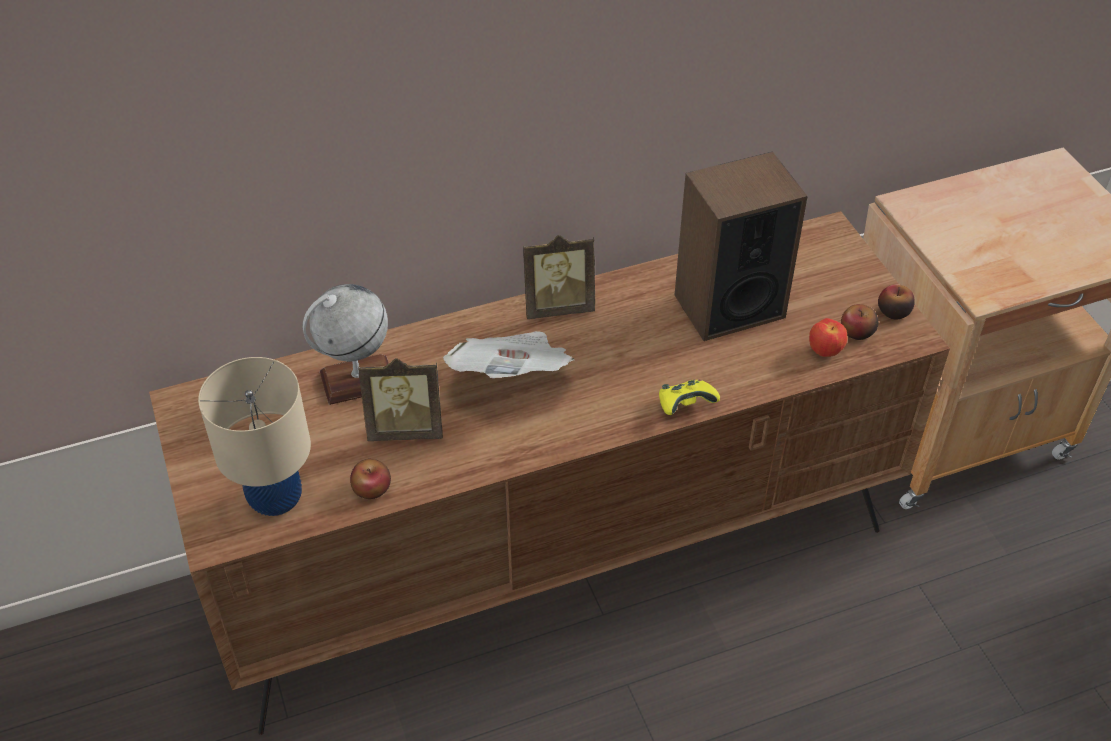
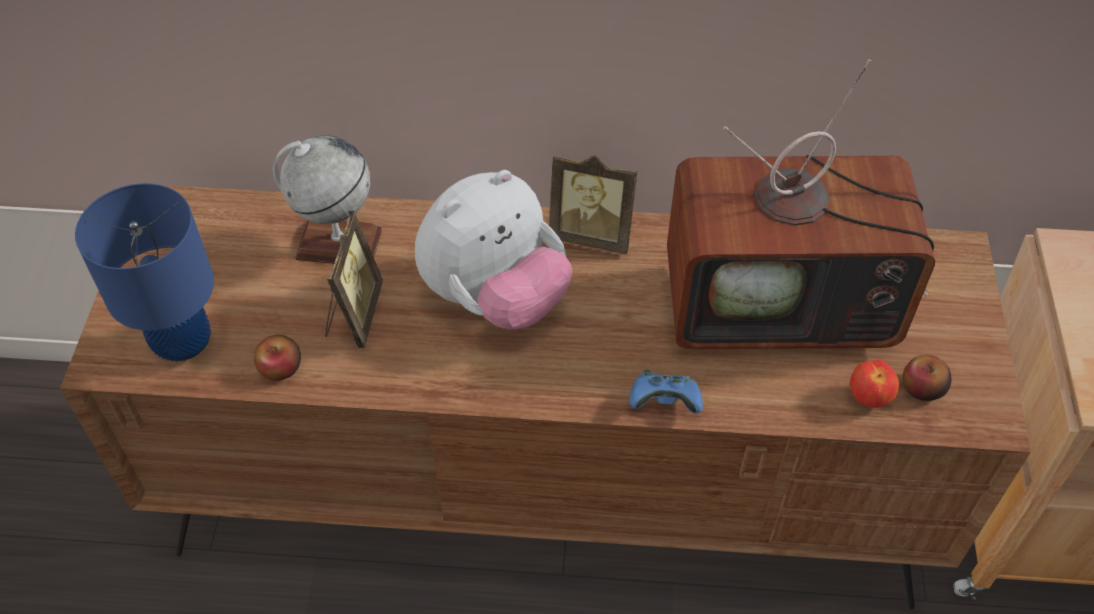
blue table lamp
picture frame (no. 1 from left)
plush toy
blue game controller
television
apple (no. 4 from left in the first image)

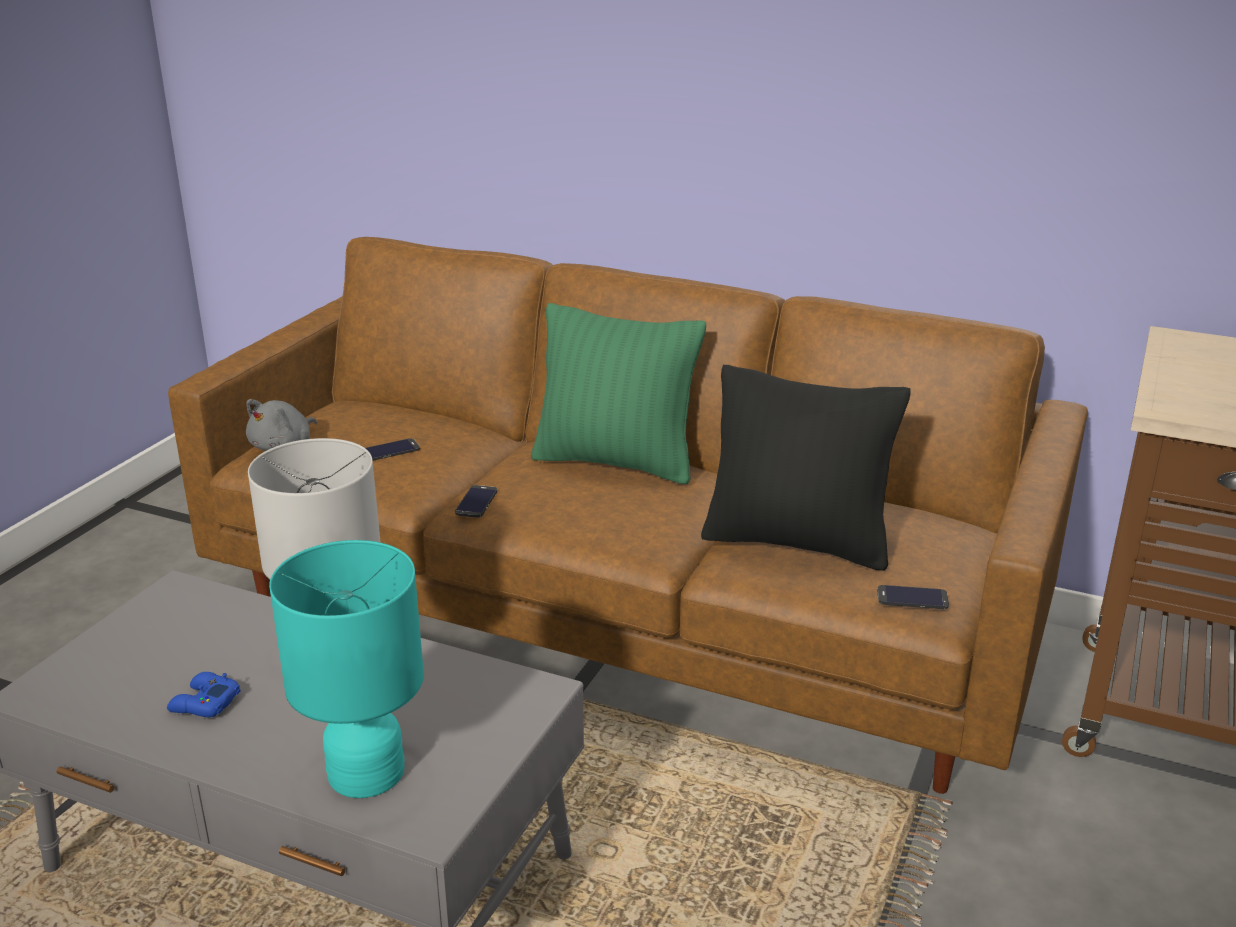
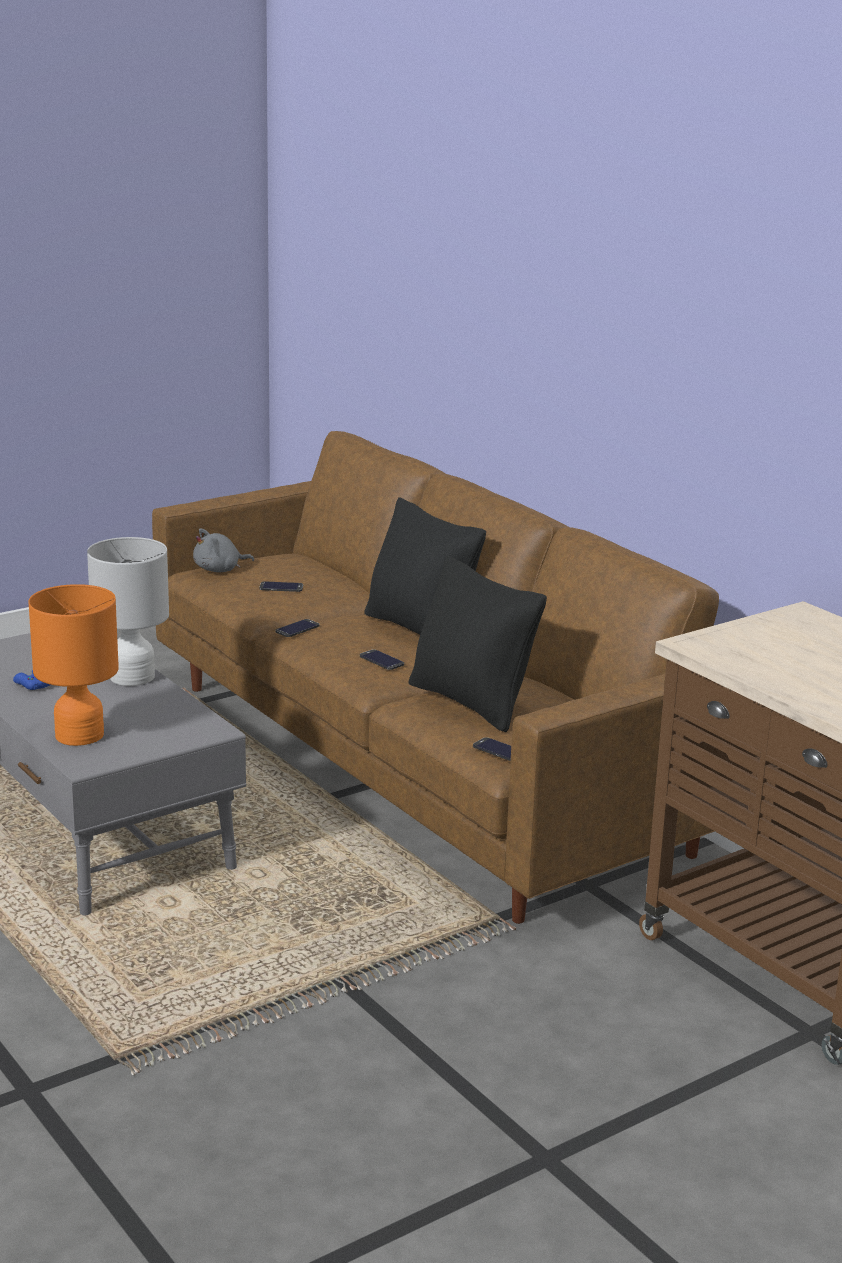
orange table lamp
phone (no. 3 from left)
black pillow (no. 1 from left)

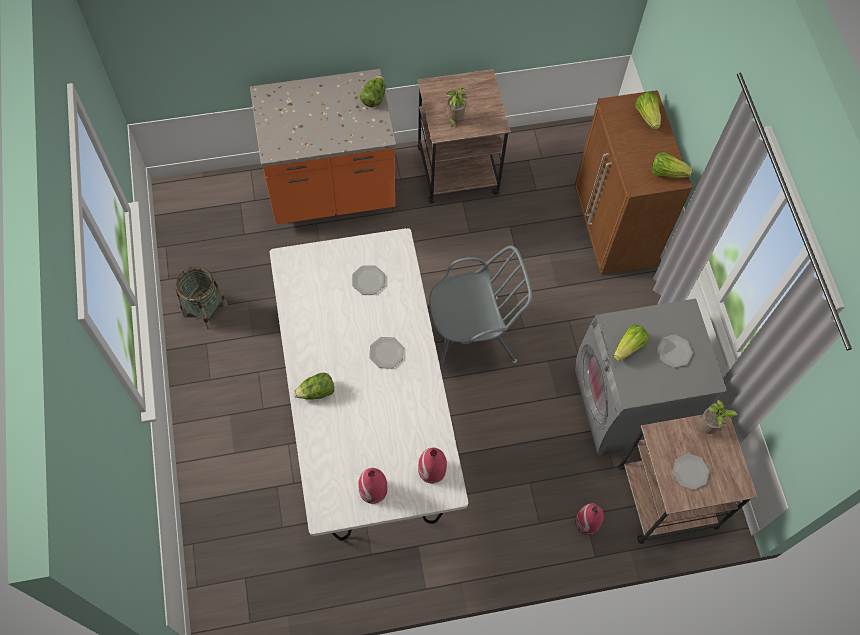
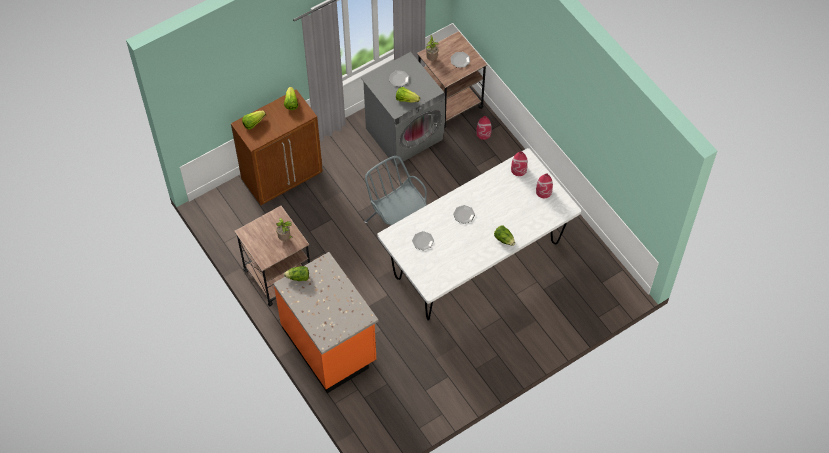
basket

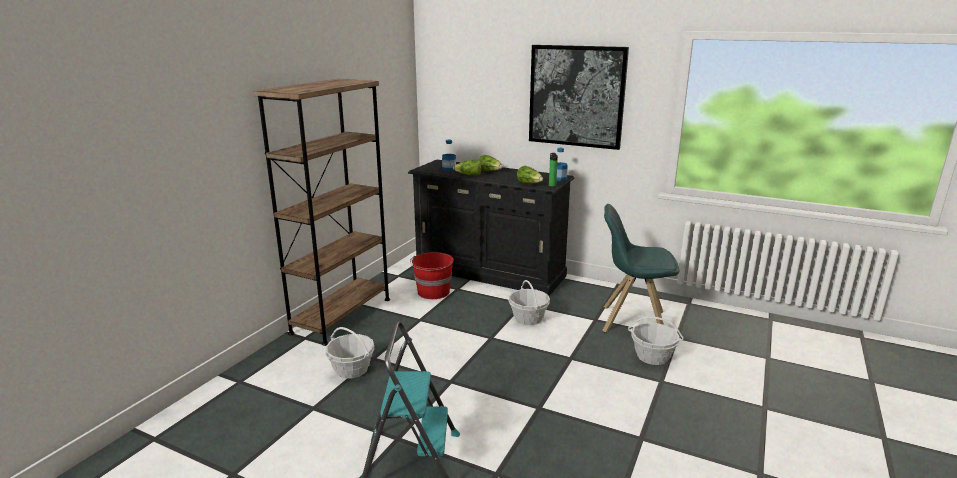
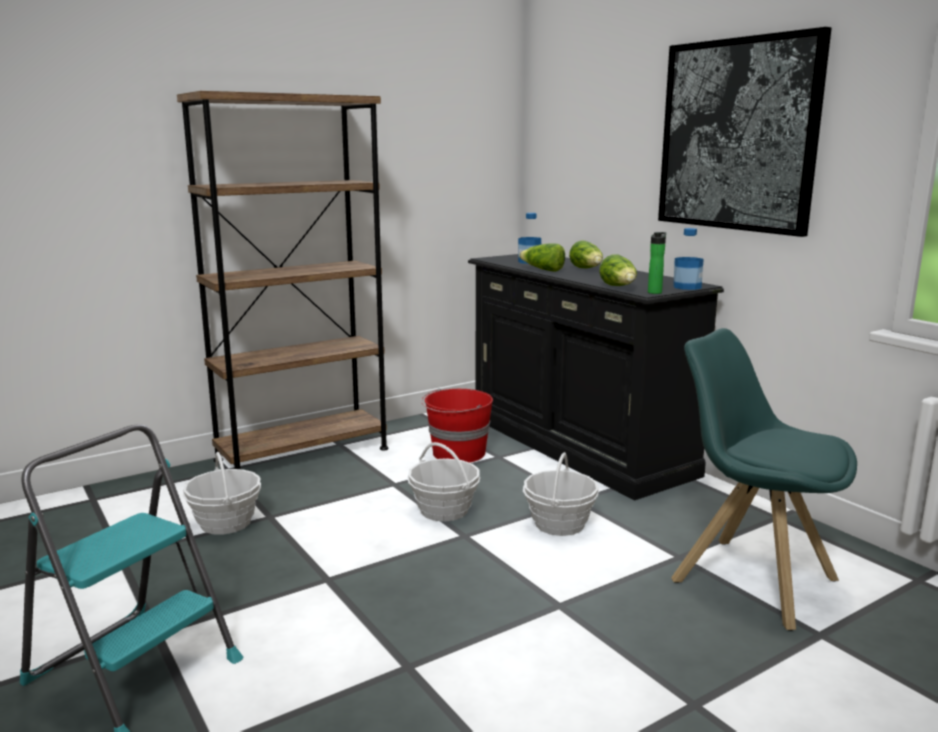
basket (no. 2 from left)

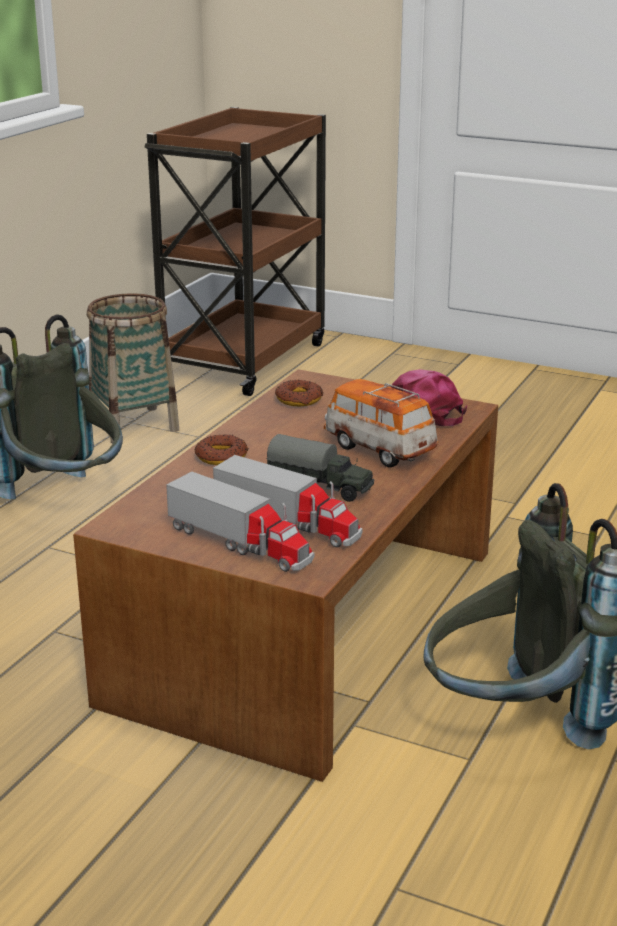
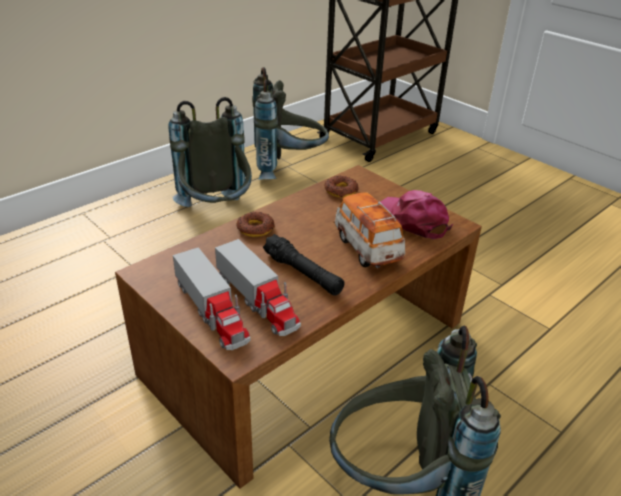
grey backpack (no. 2 from left)
black flashlight

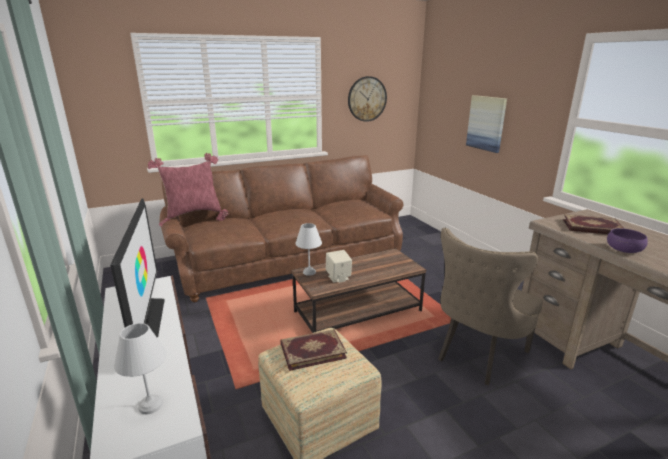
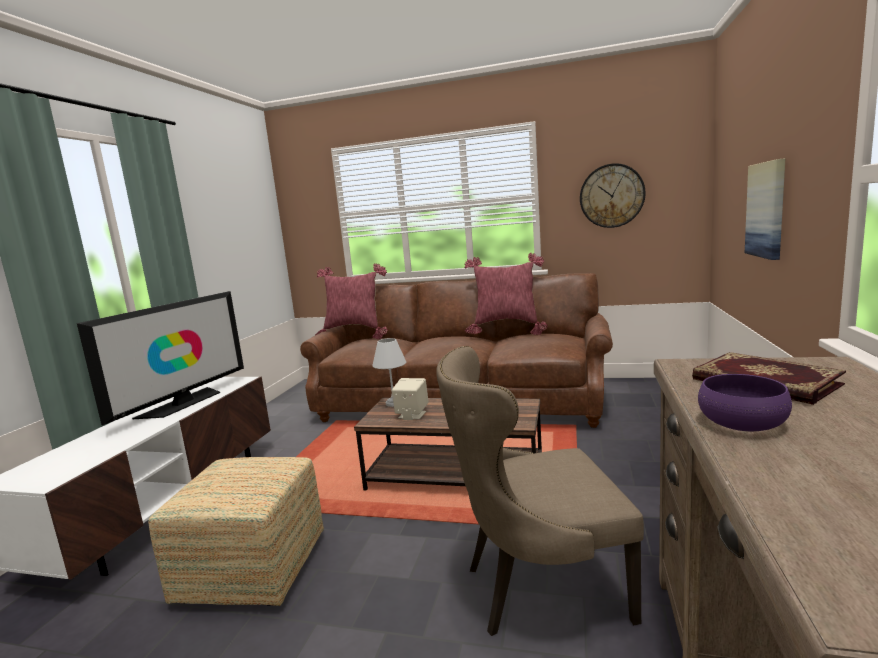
red pillow (no. 2 from left)
white table lamp (no. 1 from left in the first image)
book (no. 1 from left in the first image)

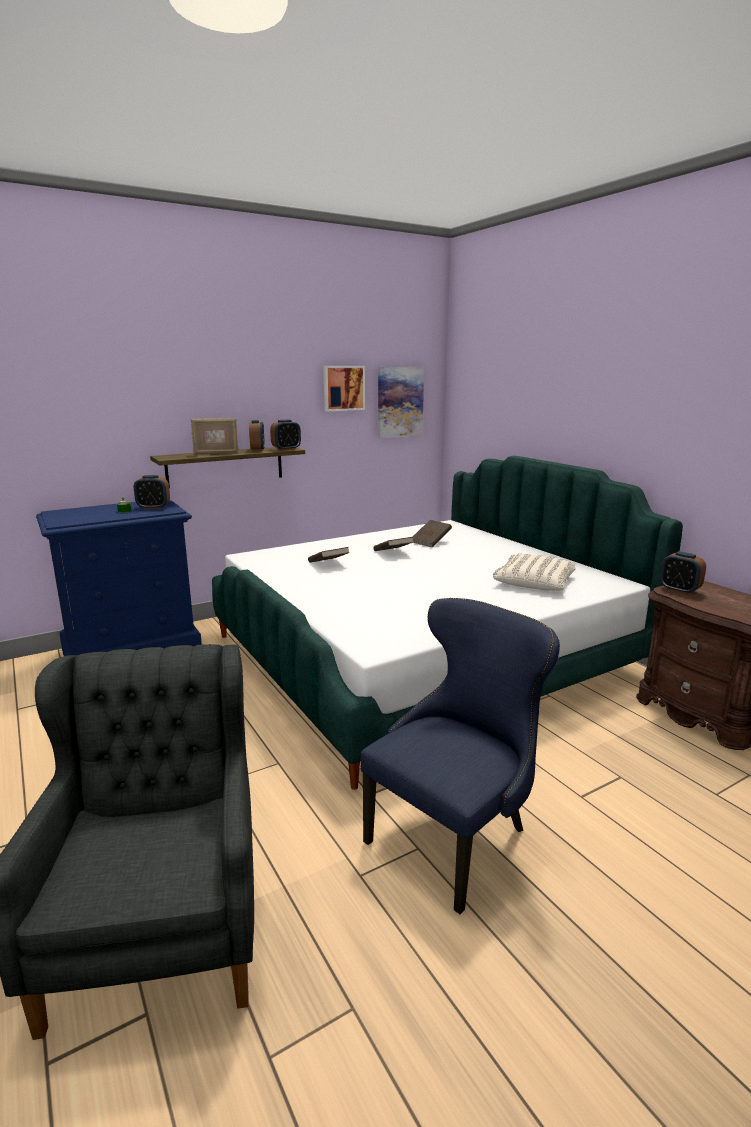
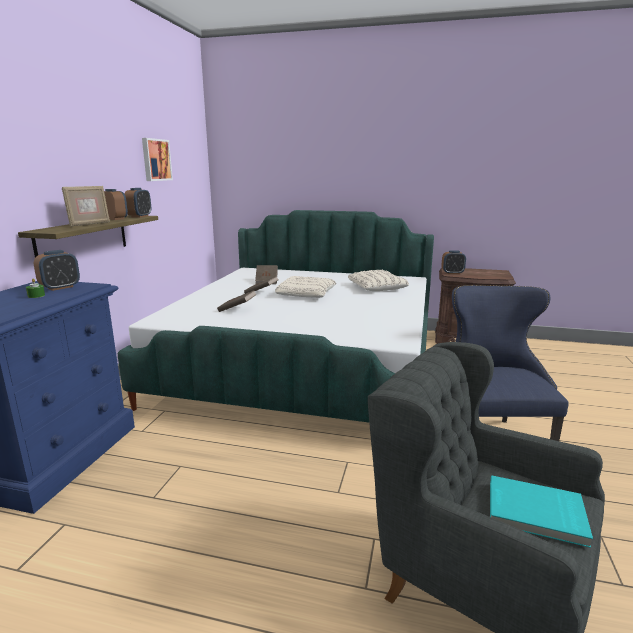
beige pillow (no. 1 from left)
turquoise book
picture (no. 2 from left in the first image)

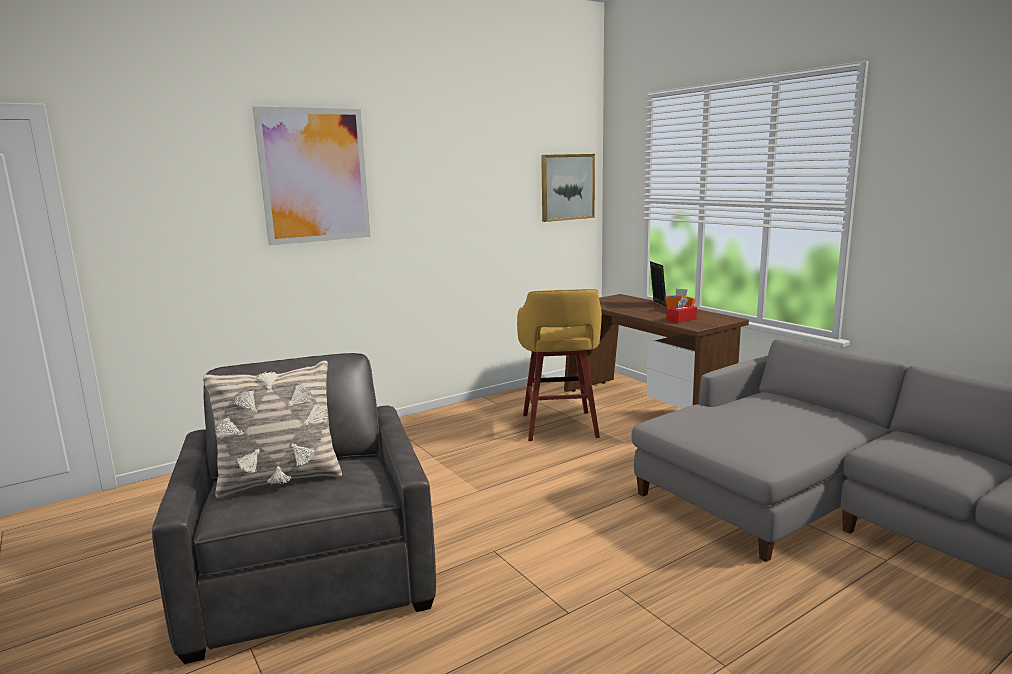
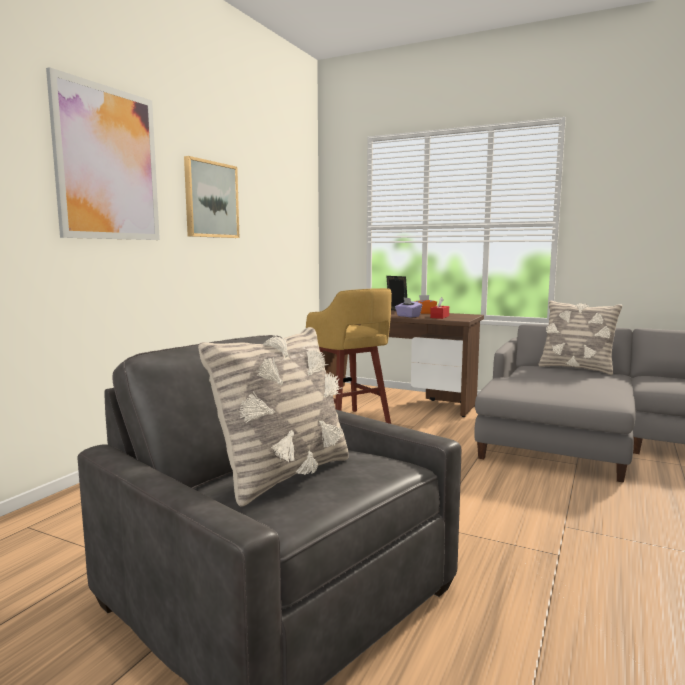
picture (no. 2 from left)
purple tissue box
beige pillow (no. 2 from left)

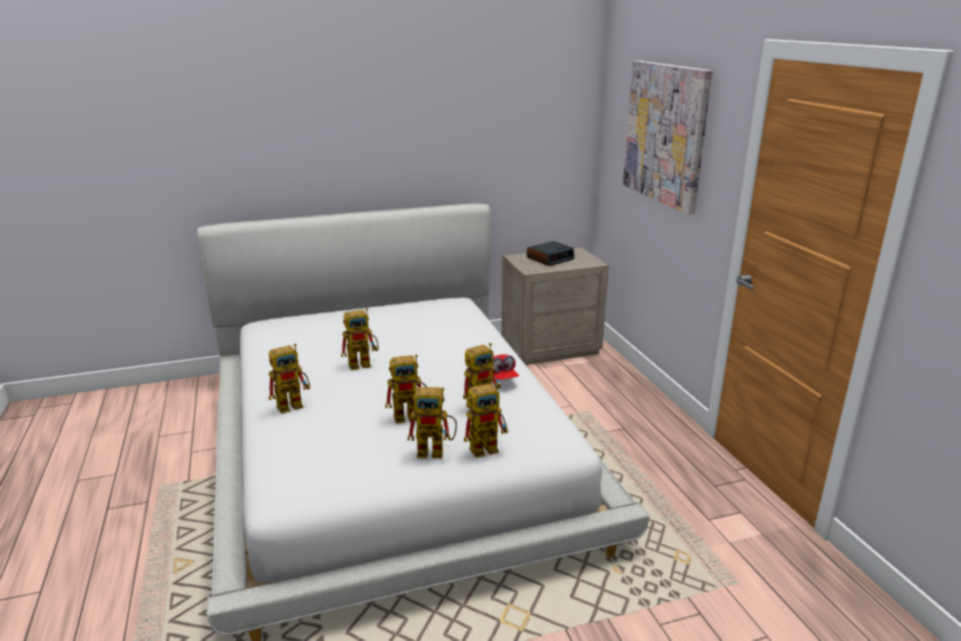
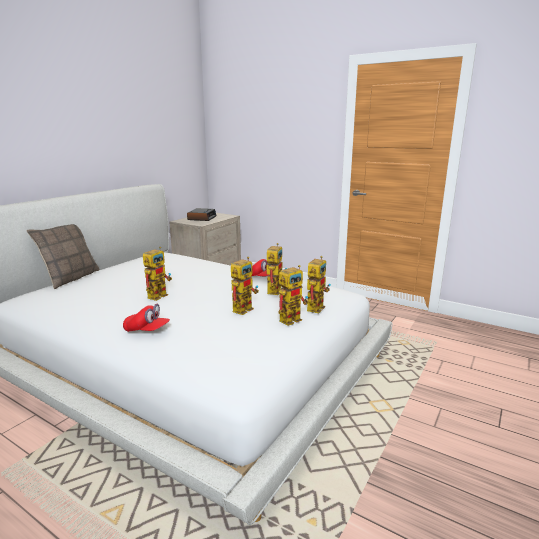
pillow
red cap (no. 1 from left)
picture

